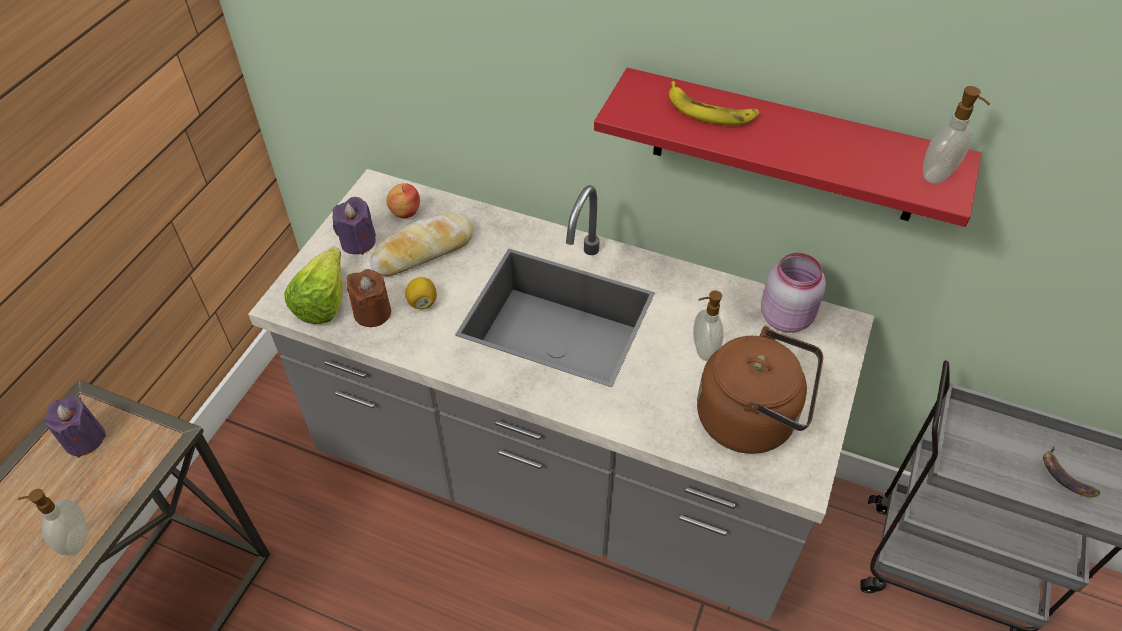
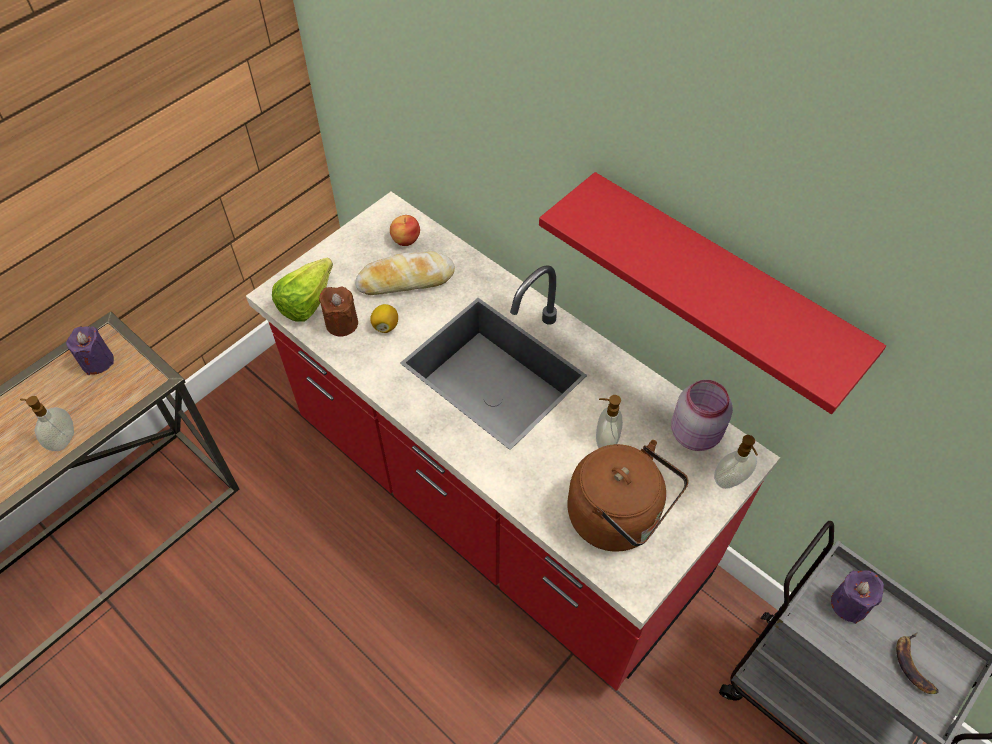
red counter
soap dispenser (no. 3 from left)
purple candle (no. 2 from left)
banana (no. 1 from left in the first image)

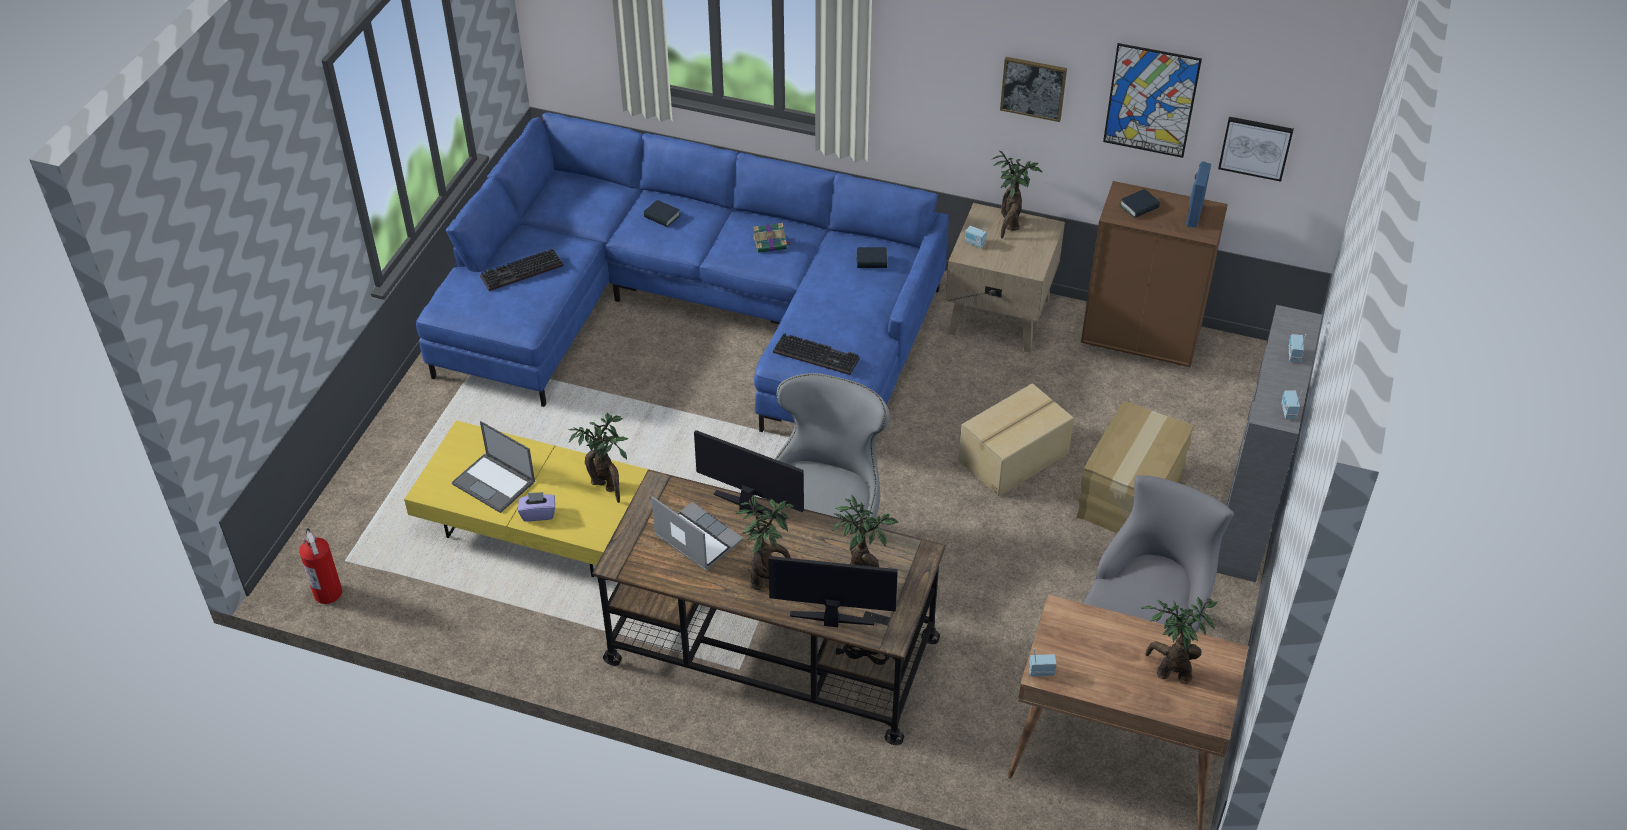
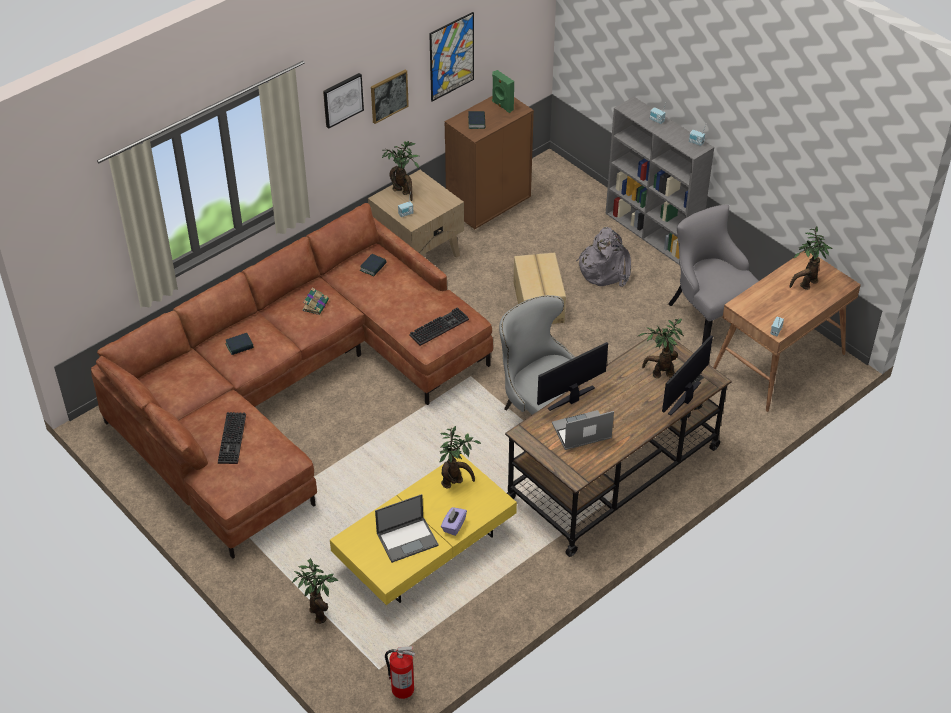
brown sofa
potted plant (no. 1 from left)
picture (no. 1 from left)
green speaker
grey backpack

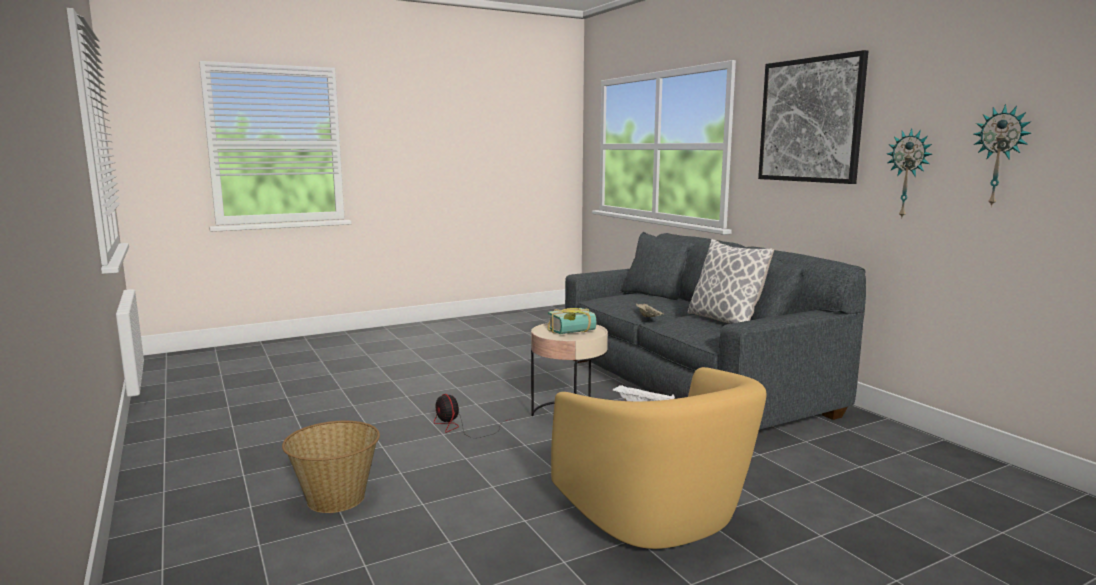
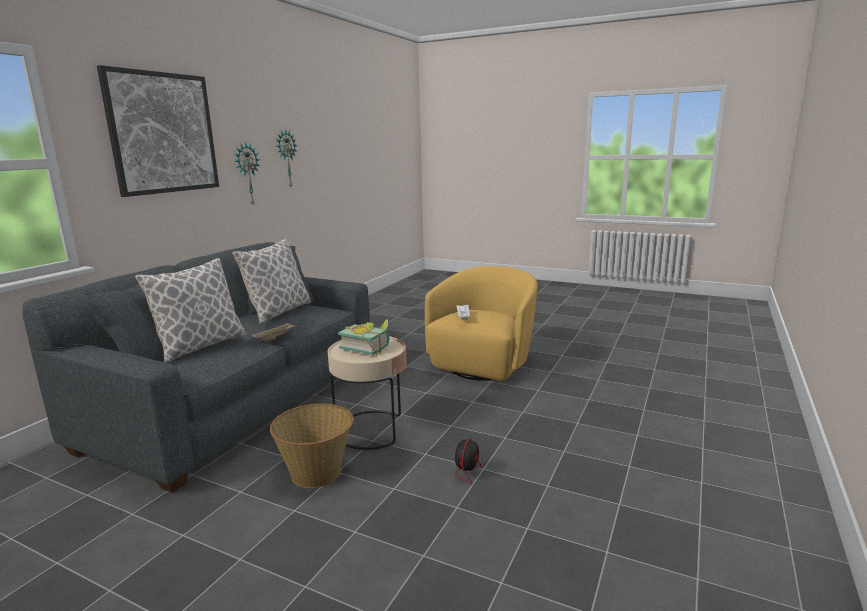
pillow (no. 1 from left)
basket

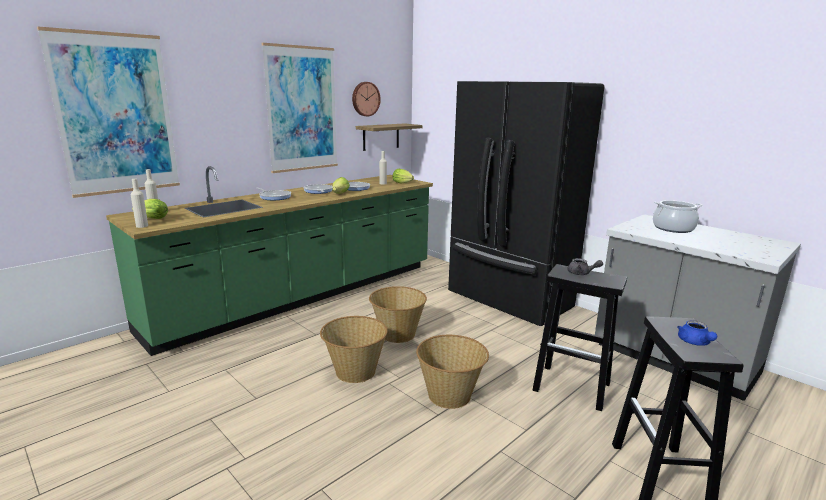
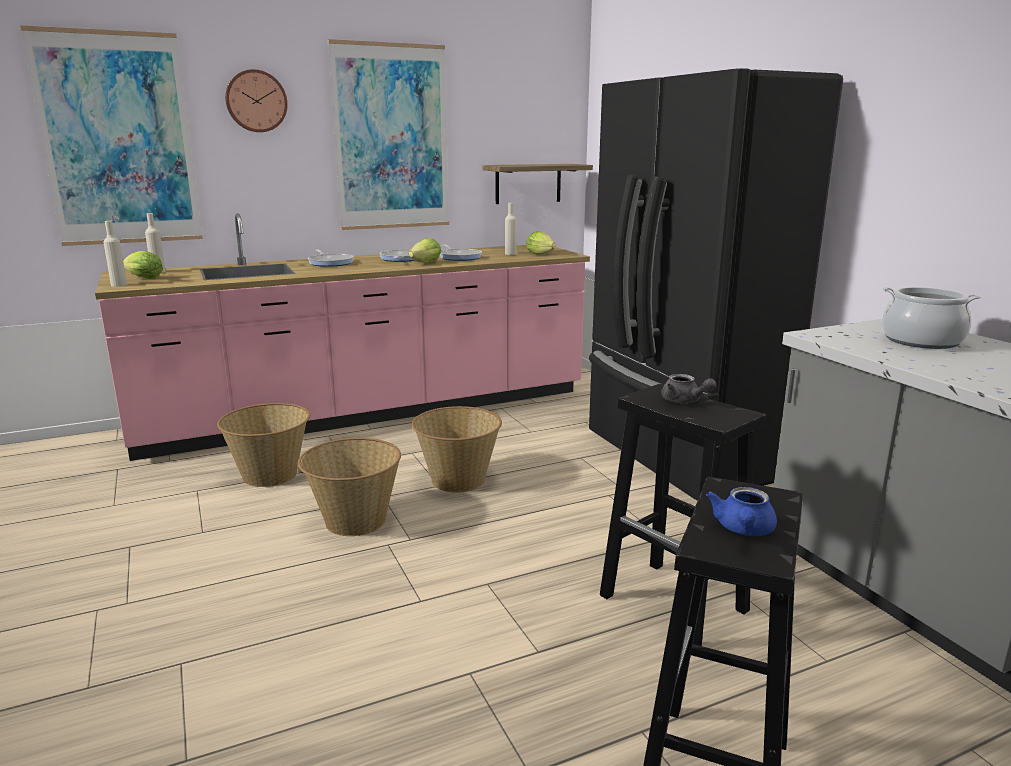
pink counter
basket (no. 1 from left)
wall clock

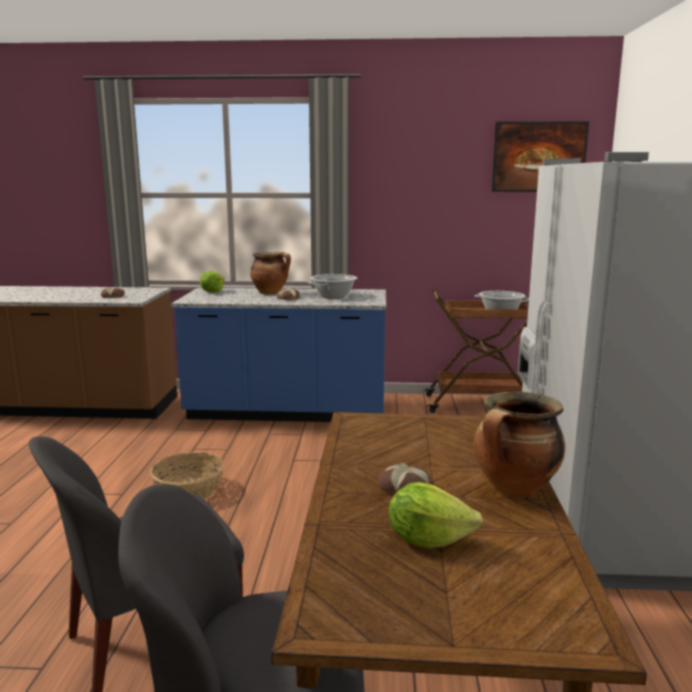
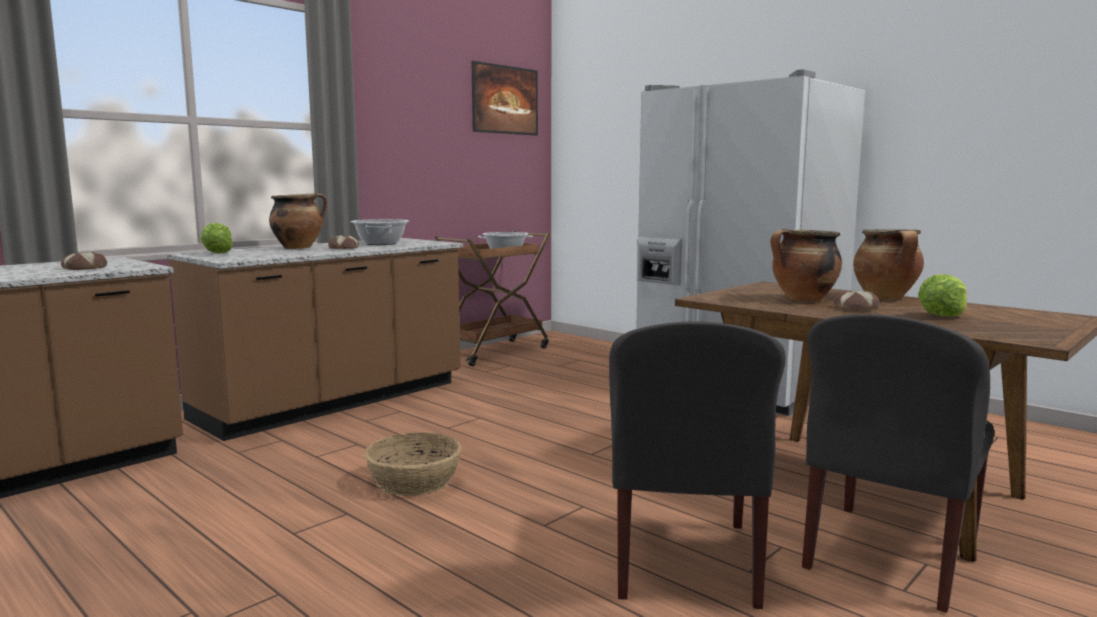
brown counter (no. 2 from left)
cooking pot (no. 4 from left)

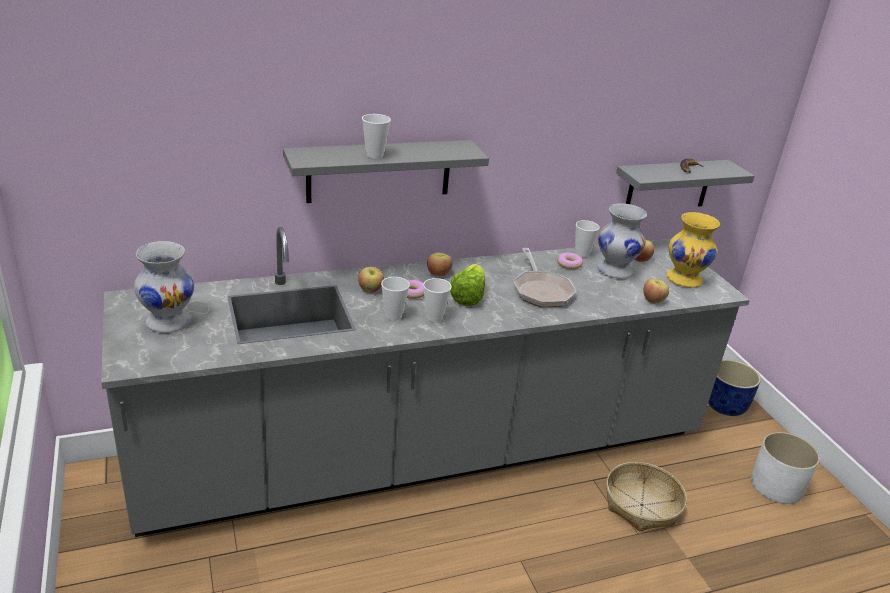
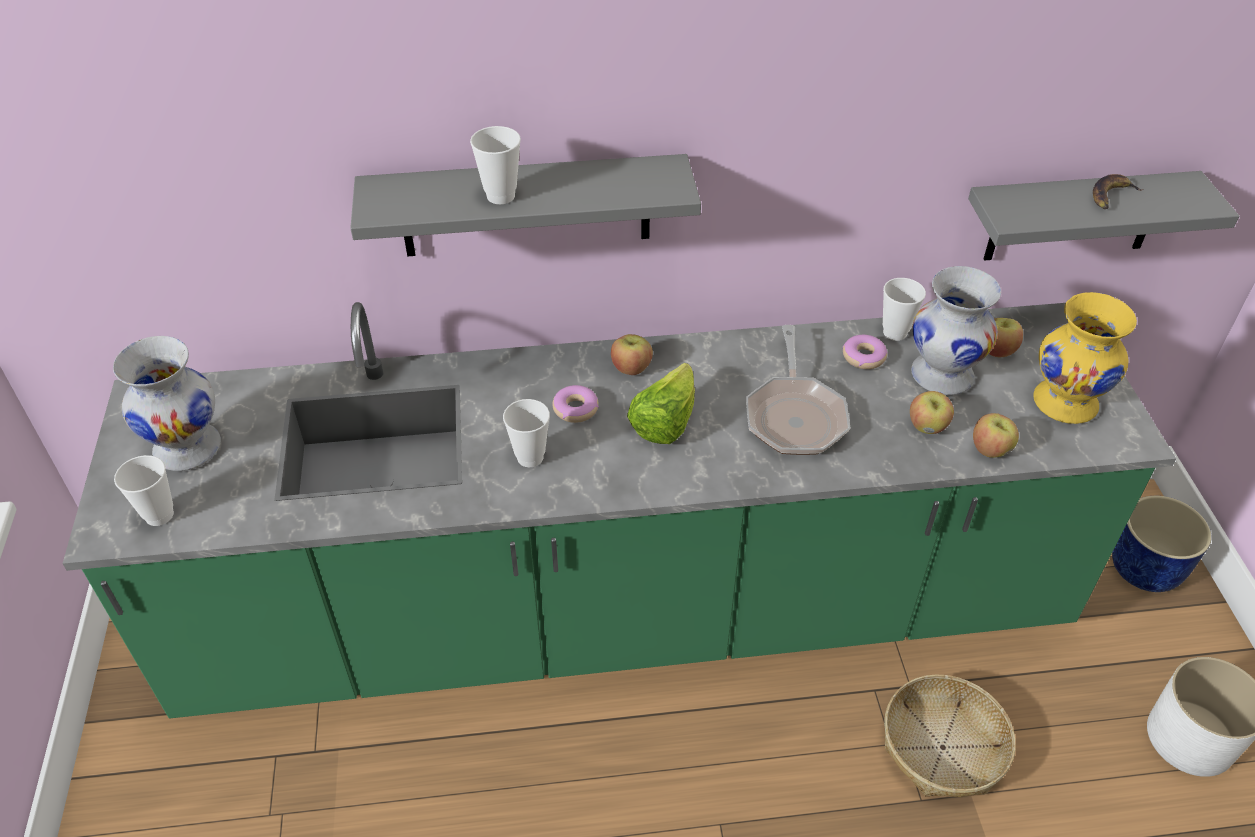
green counter
cup (no. 1 from left)
apple (no. 2 from left)

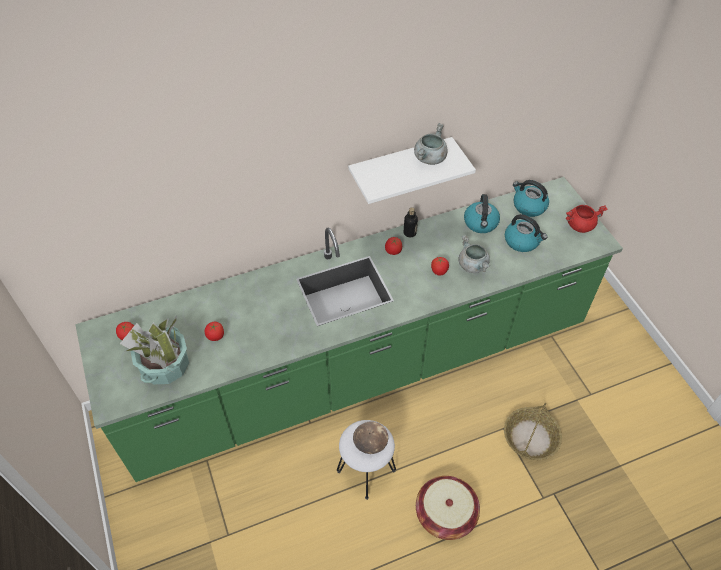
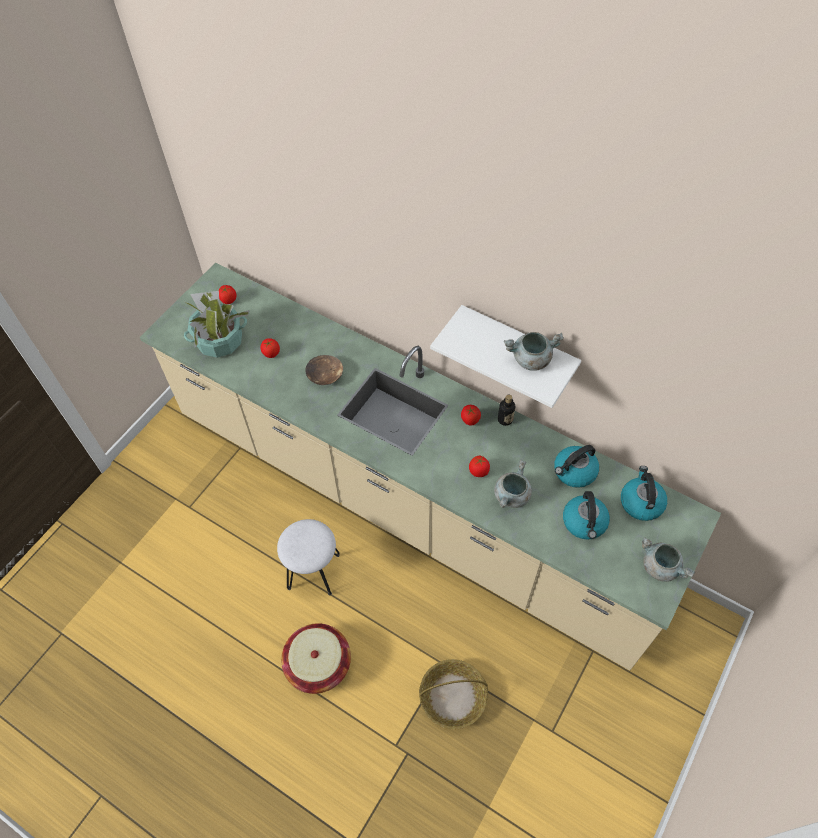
beige counter
brown bowl
grey cooking pot (no. 3 from left)

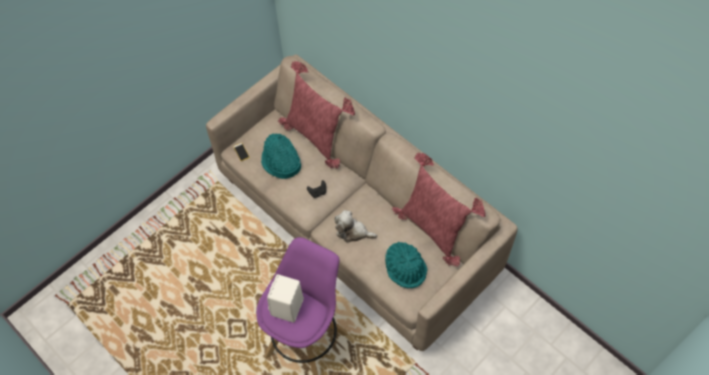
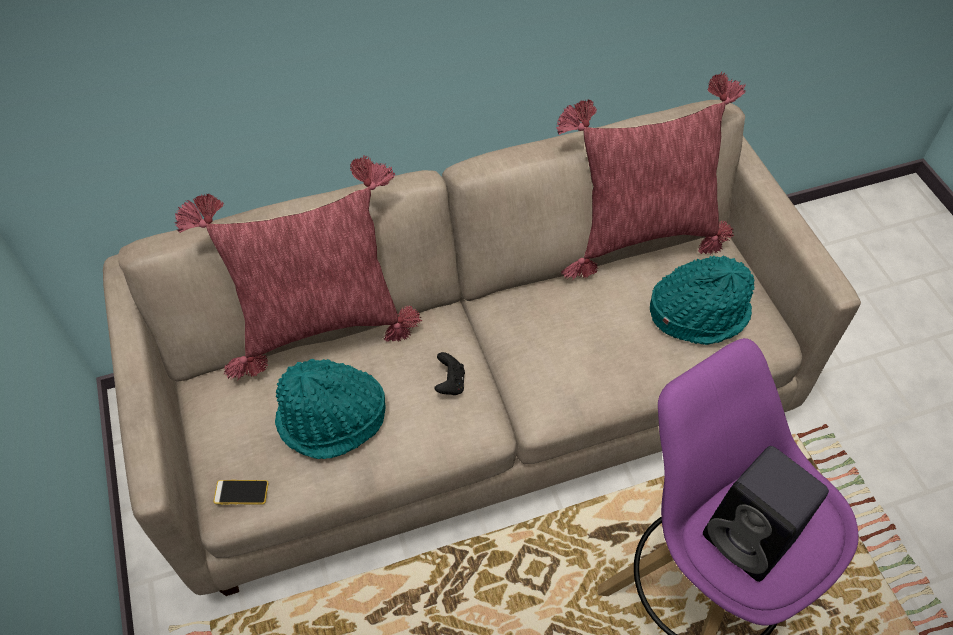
black speaker
plush toy

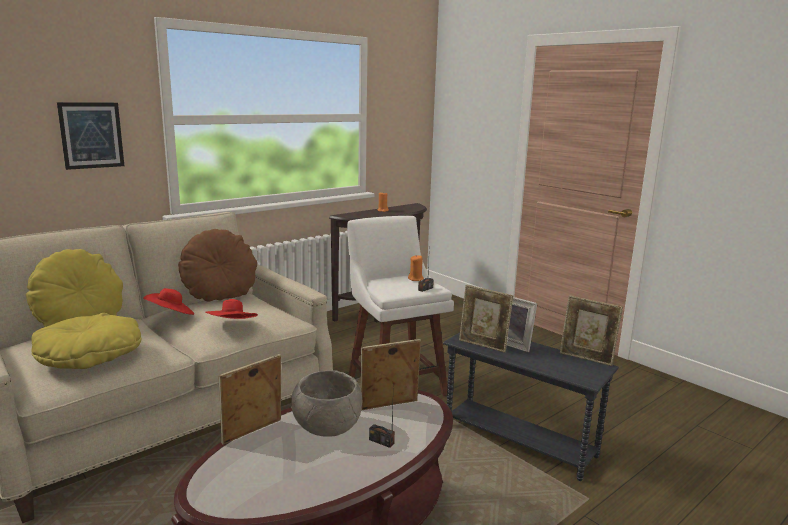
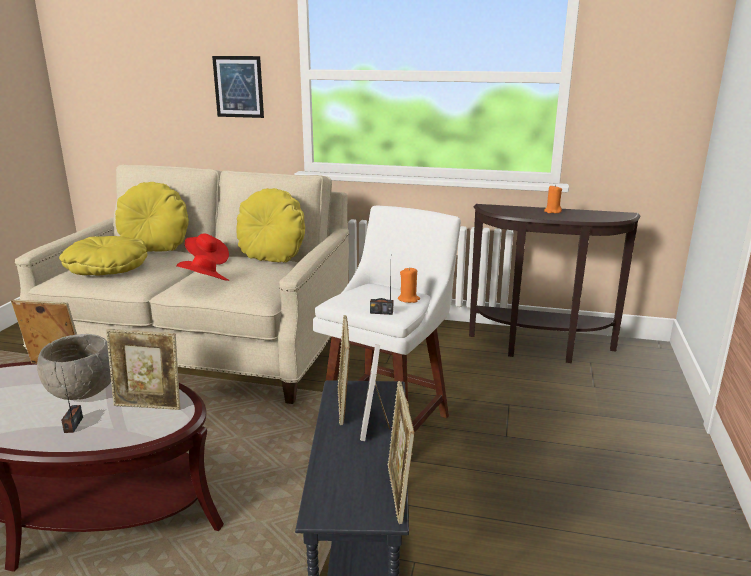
picture frame (no. 2 from left)
yellow pillow (no. 3 from left)

